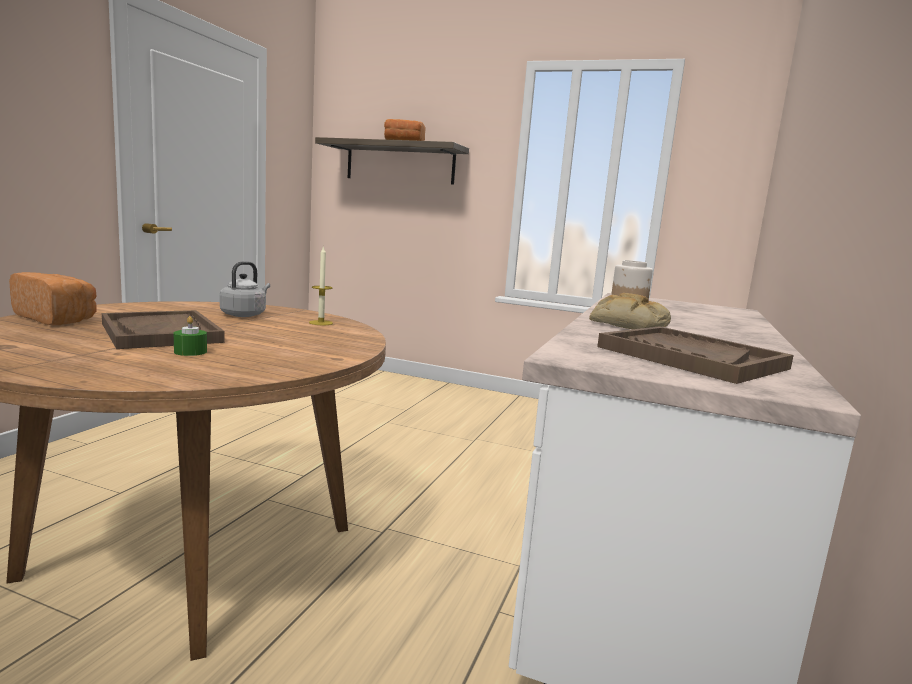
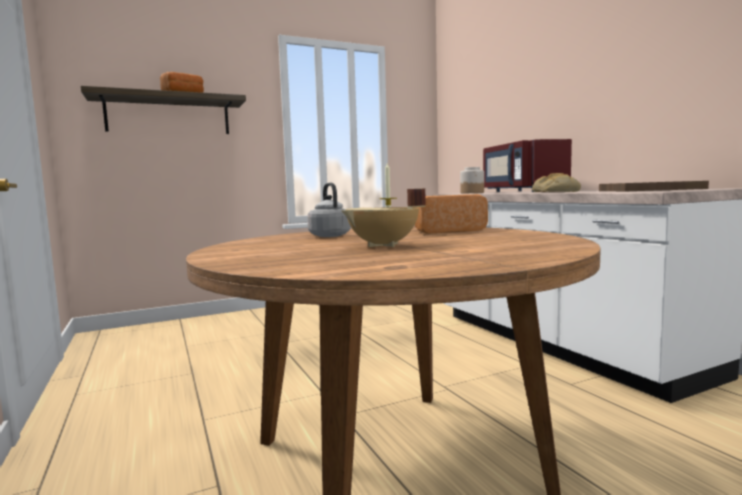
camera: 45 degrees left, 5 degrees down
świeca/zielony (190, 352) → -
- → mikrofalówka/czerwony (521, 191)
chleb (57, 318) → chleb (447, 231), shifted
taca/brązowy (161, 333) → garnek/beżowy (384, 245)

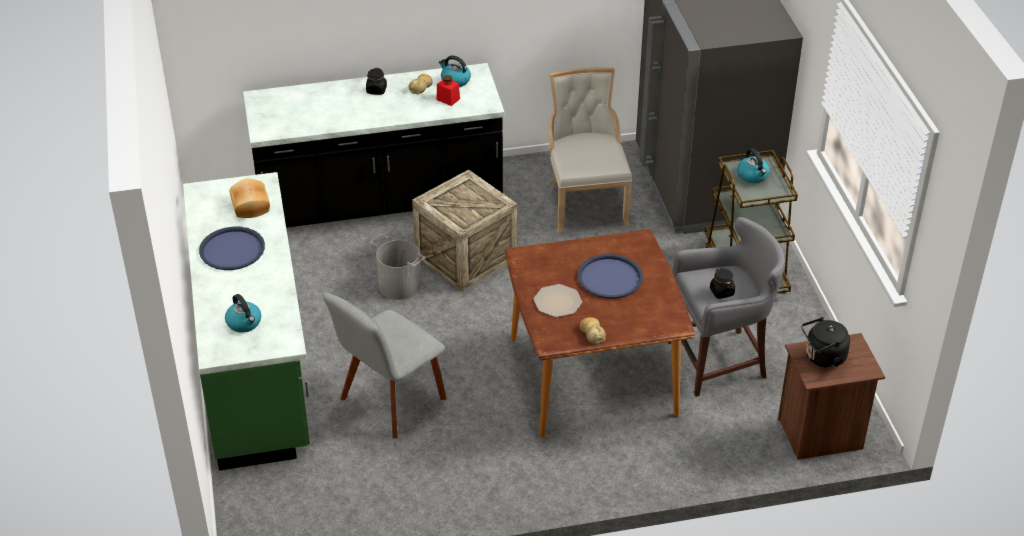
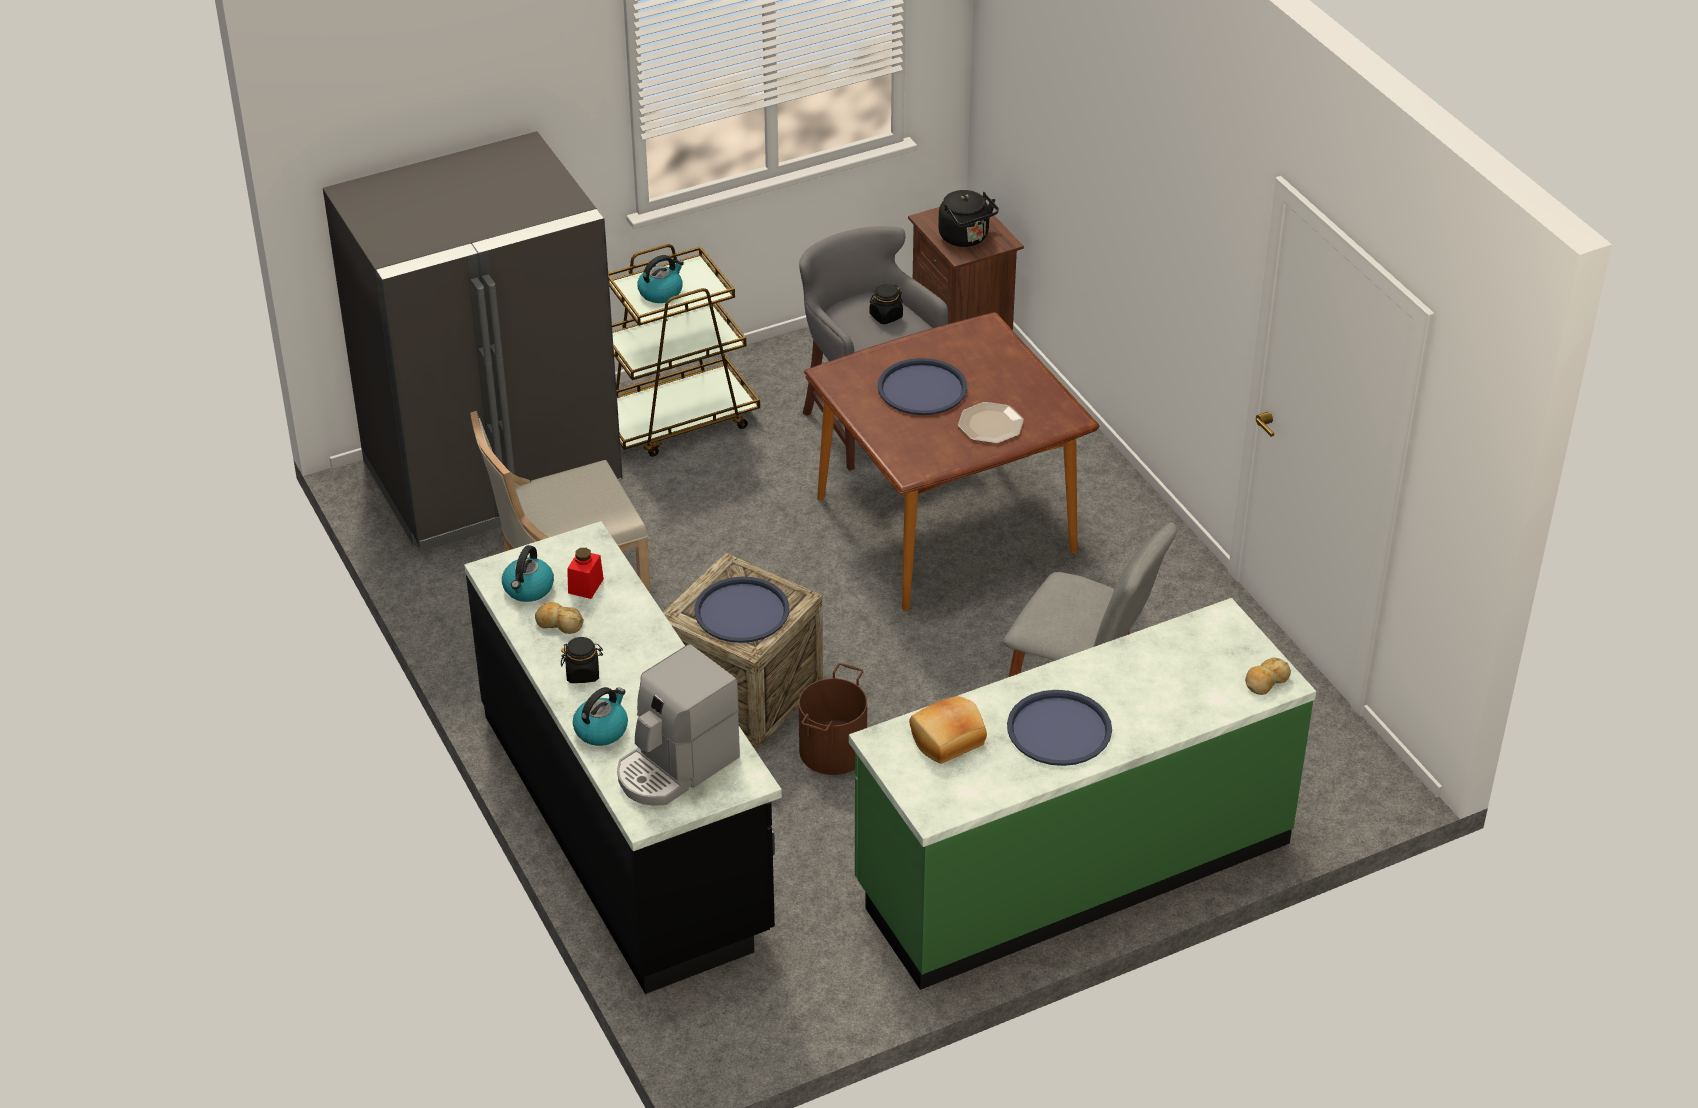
camera: 105 degrees left, 0 degrees up
- → ekspres do kawy (675, 767)
- → taca/niebieski (742, 611)
czajnik (244, 323) → czajnik (601, 729), shifted
chleb (592, 333) → chleb (1266, 681), shifted
wiadro/szary (400, 285) → wiadro/brązowy (832, 750)

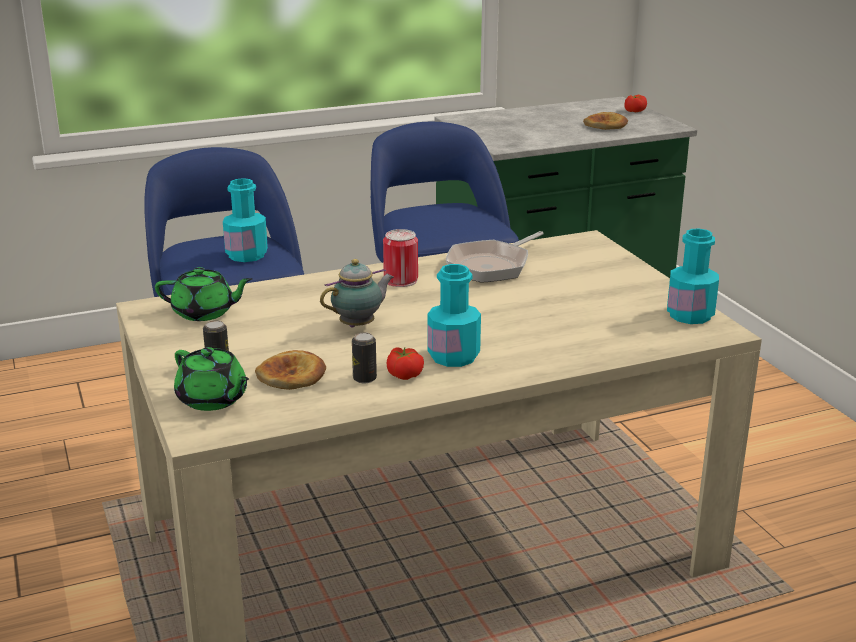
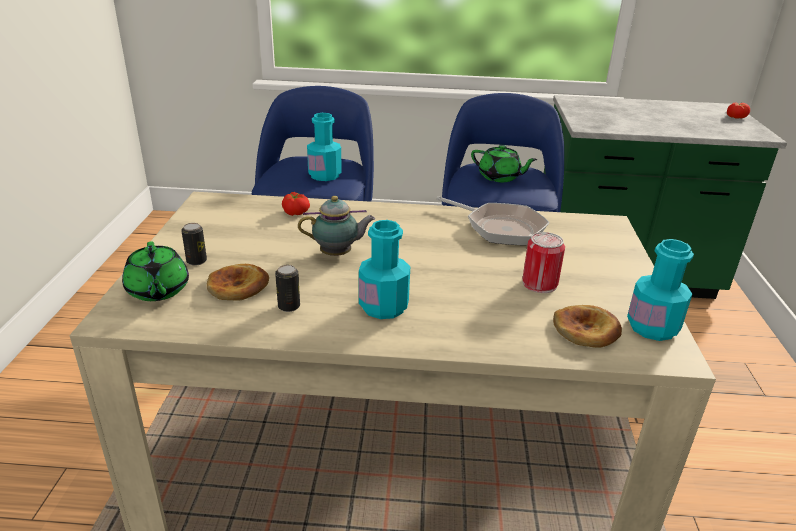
camera: 25 degrees right, 5 degrees up
imbryk/zielony (204, 313) → imbryk/zielony (500, 177), shifted
puszka (400, 280) → puszka (539, 284), shifted
pomidor (405, 374) → pomidor (296, 212), shifted
chleb (606, 125) → chleb (586, 330), shifted
patelnia (492, 266) → patelnia (500, 228), 120 degrees counterclockwise

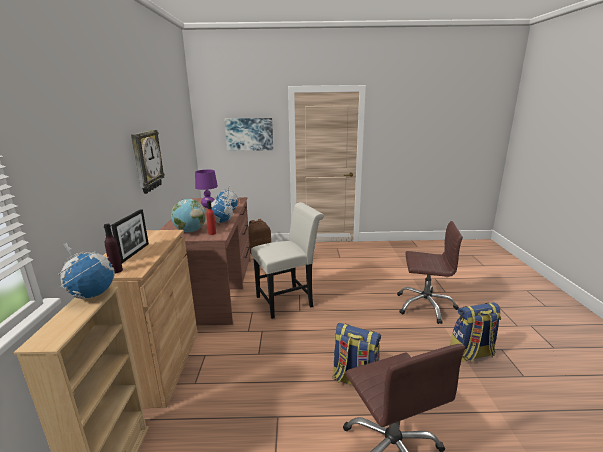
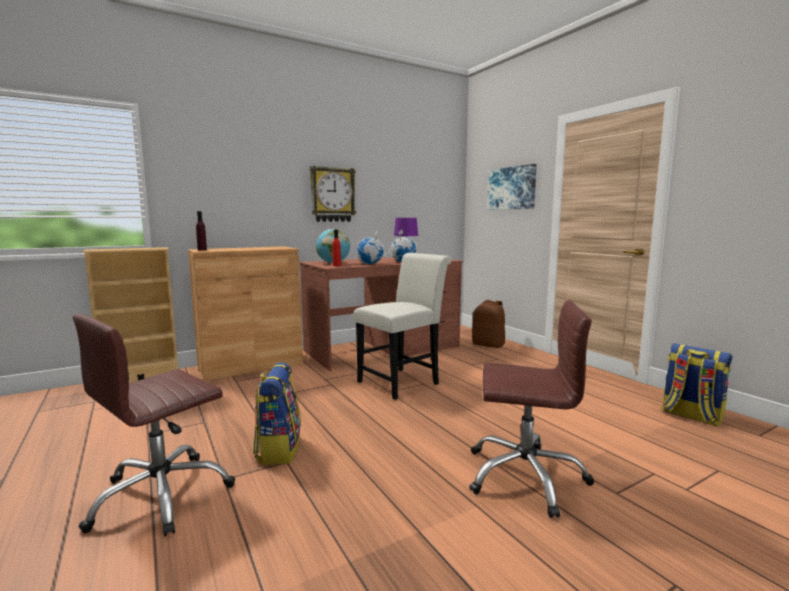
camera: 60 degrees right, 10 degrees down
globus (92, 294) → -
ramka na zdjęcie (134, 253) → -
plecak (471, 354) → plecak (691, 416), shifted
krzesło/biały (288, 300) → krzesło/biały (402, 381), 75 degrees counterclockwise
krzesło biurowe/brązowy (425, 306) → krzesło biurowe/brązowy (525, 476), 60 degrees counterclockwise

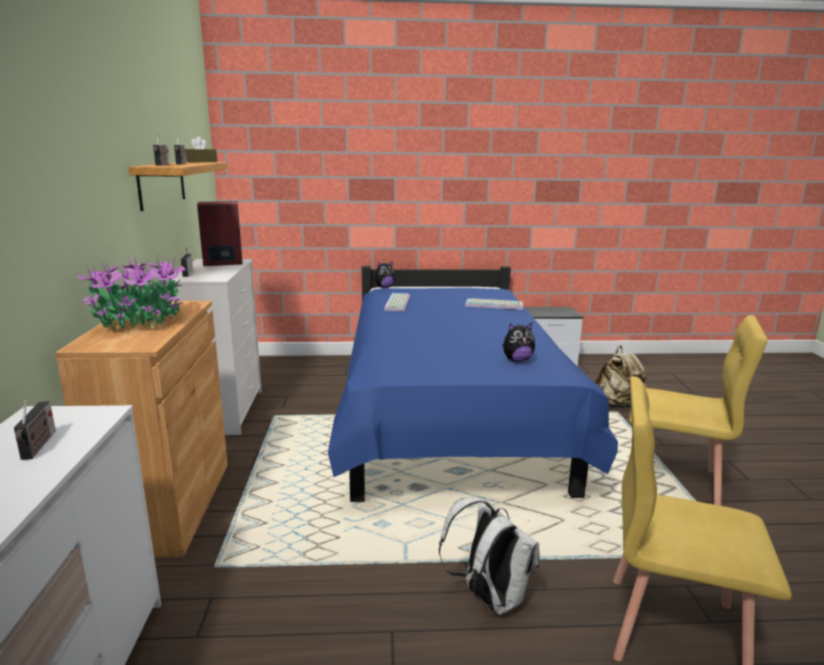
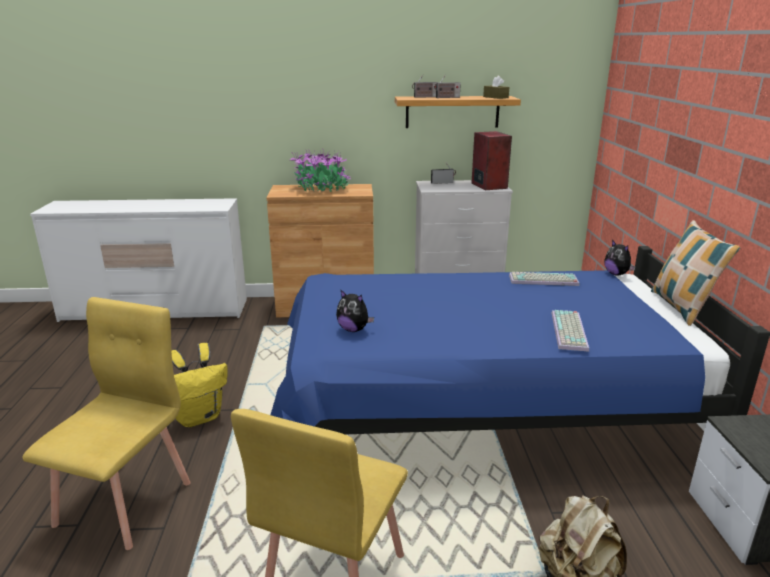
camera: 90 degrees right, 5 degrees up
radio (38, 446) → -
- → poduszka (682, 308)
plecak/biały (488, 597) → plecak/żółty (199, 417)
pluszak (517, 360) → pluszak (353, 329), 45 degrees counterclockwise

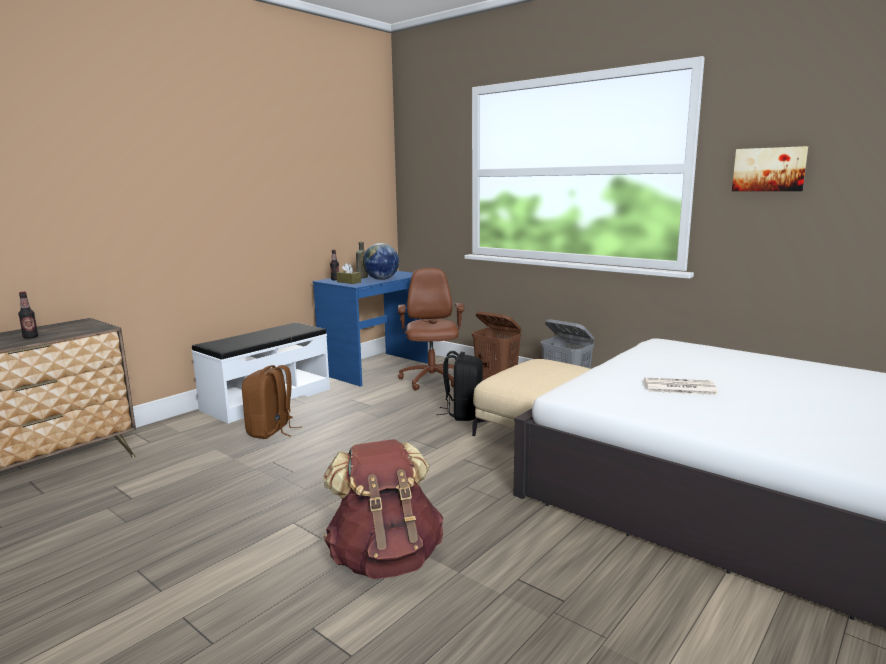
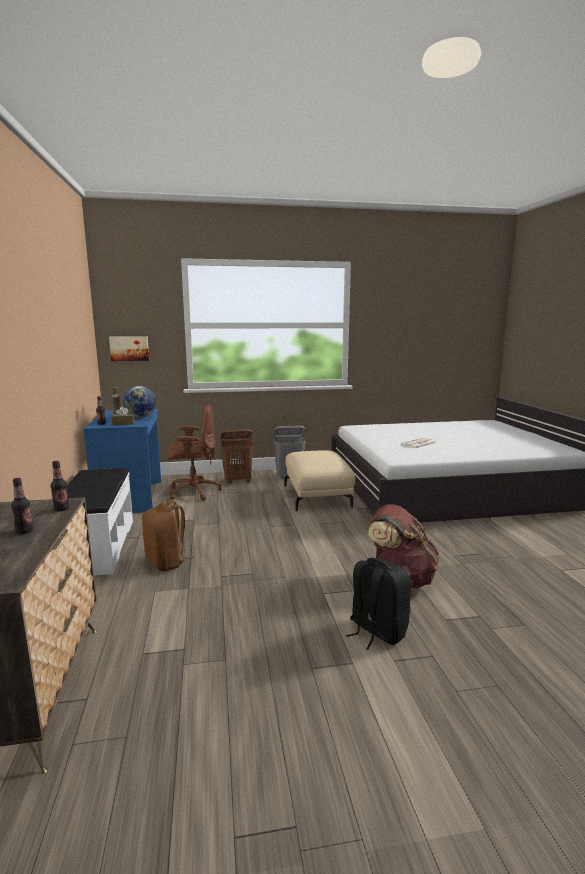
camera: 50 degrees left, 0 degrees up
- → butelka (61, 509)
plecak/czarny (463, 414) → plecak/czarny (376, 631), shifted
obraz (769, 169) → obraz (129, 348), shifted
krzesło biurowe/brązowy (431, 380) → krzesło biurowe/brązowy (193, 492), 135 degrees clockwise

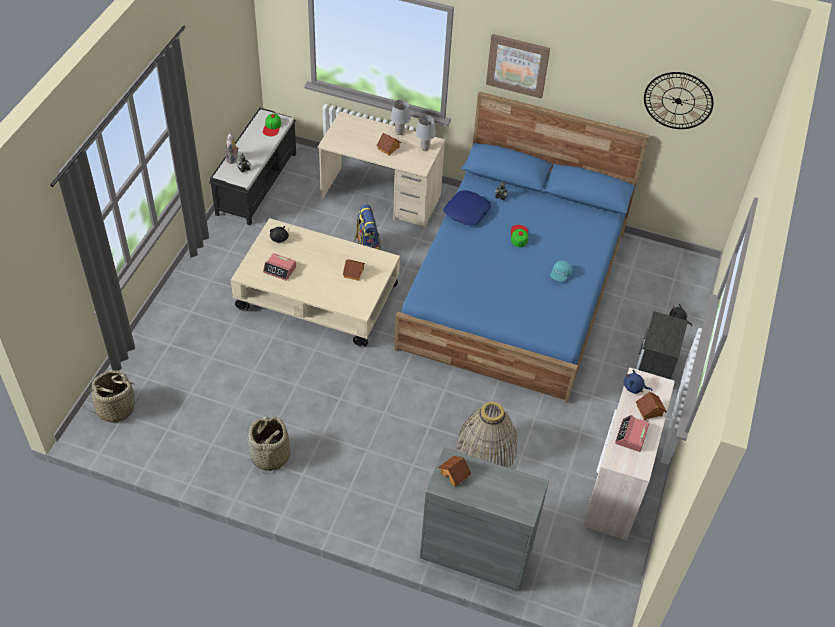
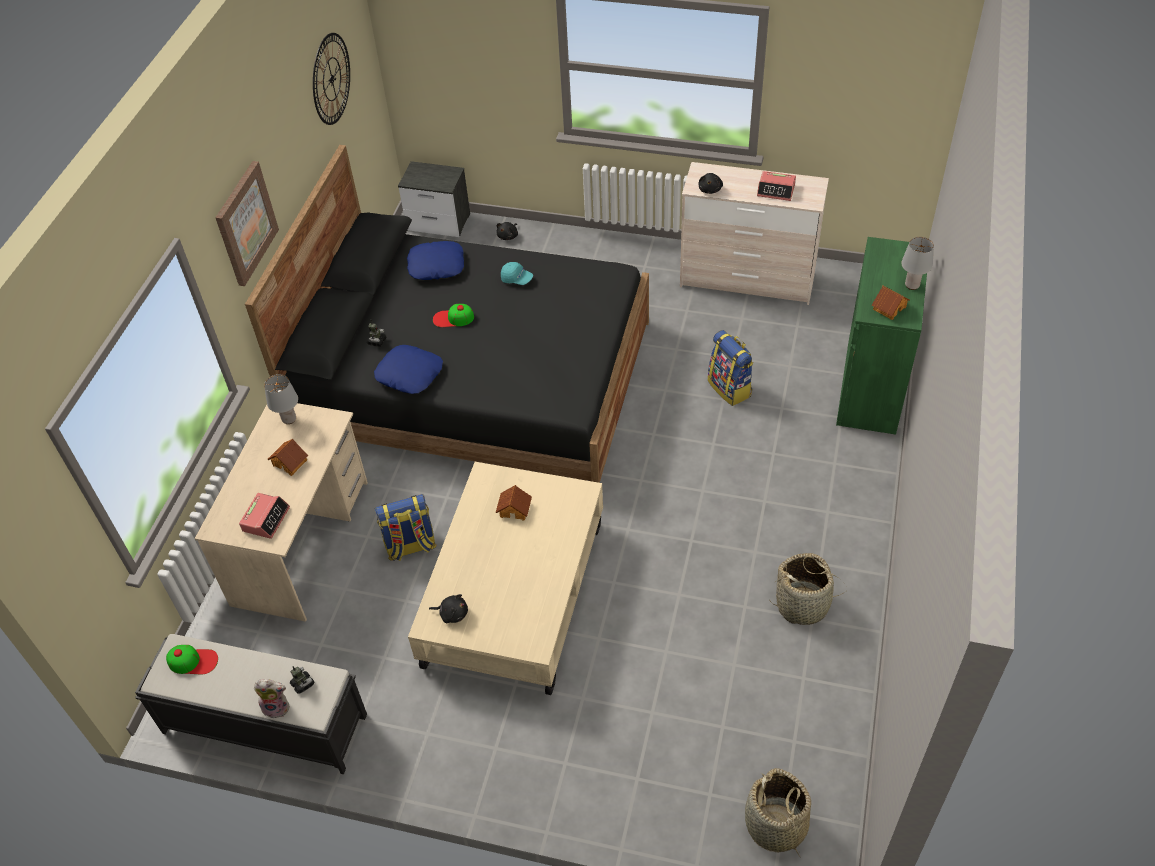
camera: 90 degrees left, 0 degrees up
domek (649, 411) → -
- → poduszka/niebieski (436, 265)
budzik (280, 269) → budzik (266, 519), shifted
lampa stołowa/szary (399, 132) → lampa stołowa/szary (911, 285), shifted
szafka nocna (654, 367) → szafka nocna (439, 222), shifted
koszyk (486, 448) → plecak (730, 388)
łóżko/niebieski (515, 289) → łóżko/czarny (475, 378)
szafka/szary (476, 553) → szafka/zielony (871, 387)
pluszak/niebieski (634, 388) → pluszak/czarny (710, 189)

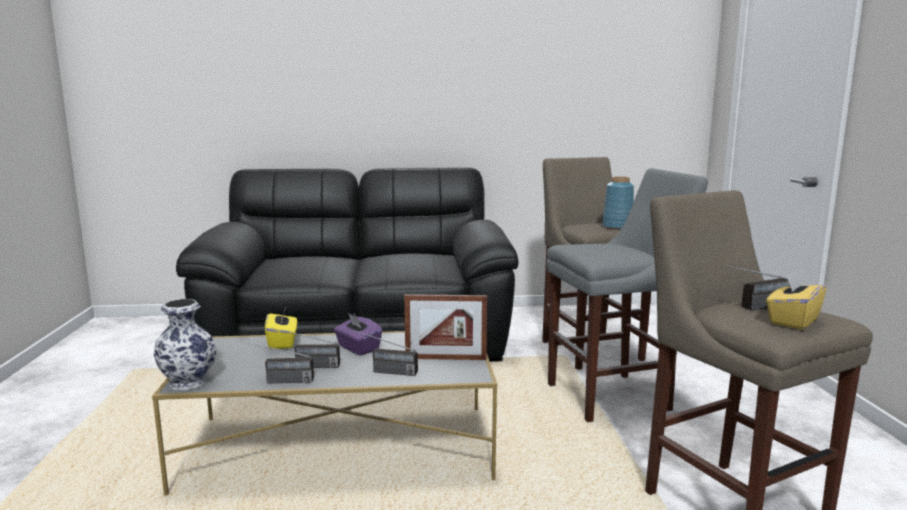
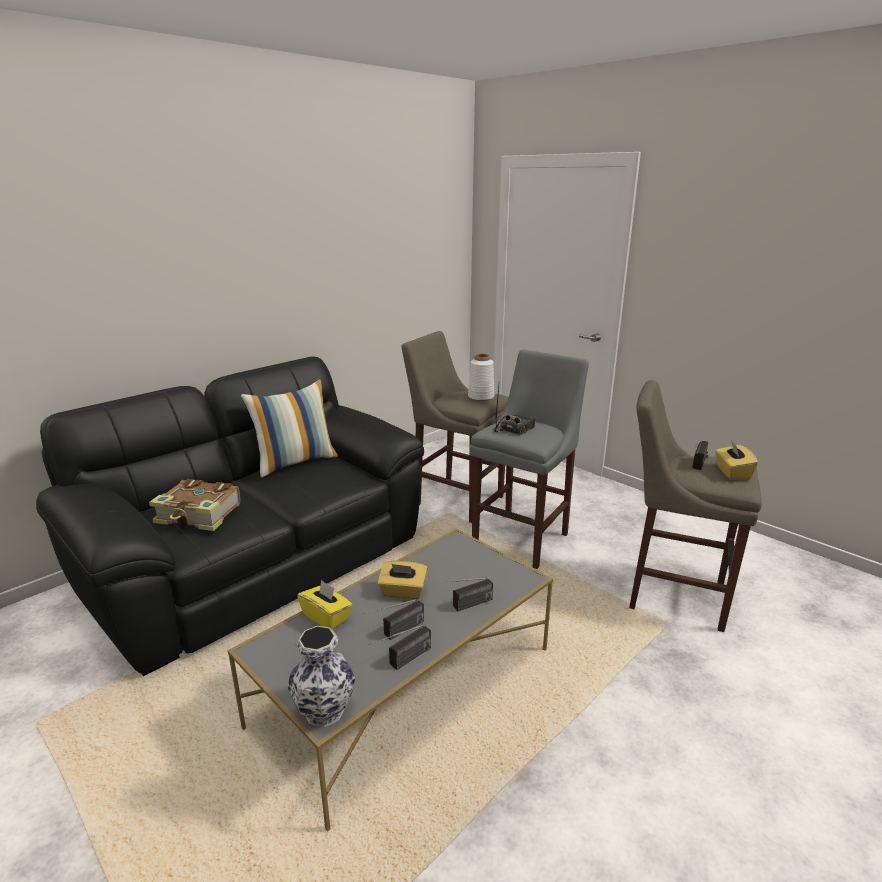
camera: 40 degrees left, 10 degrees up
ramka na zdjęcie (445, 358) → -
- → książka (199, 515)
- → poduszka (295, 462)
- → radio (514, 429)
pudełko chusteczek/fioletowy (358, 348) → pudełko chusteczek/żółty (403, 592)
wazon/niebieski (617, 227) → wazon/biały (480, 397)

